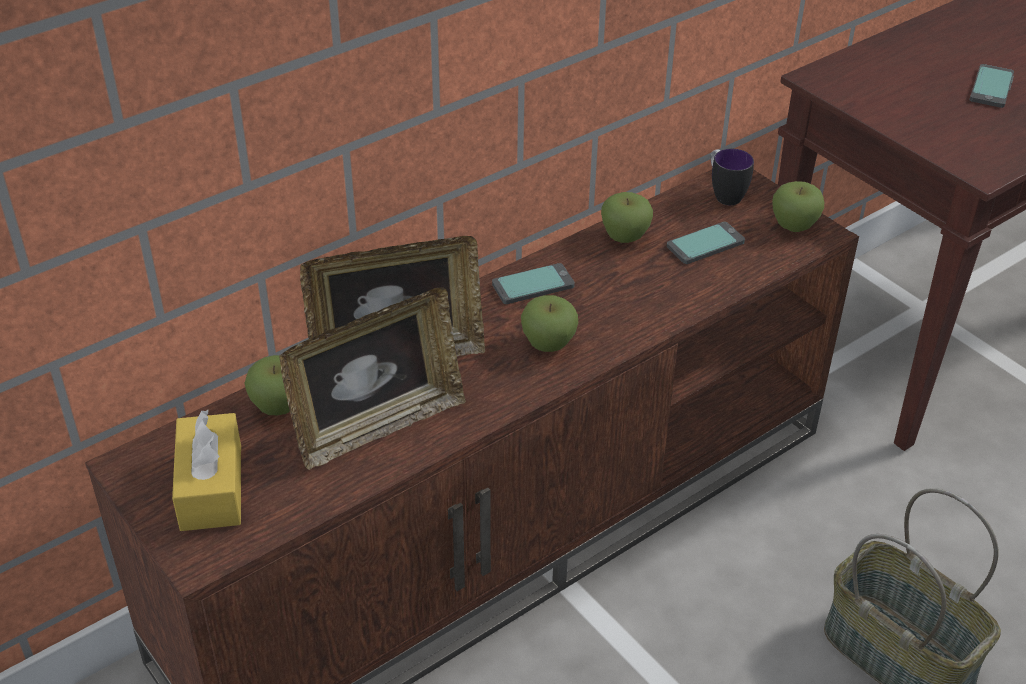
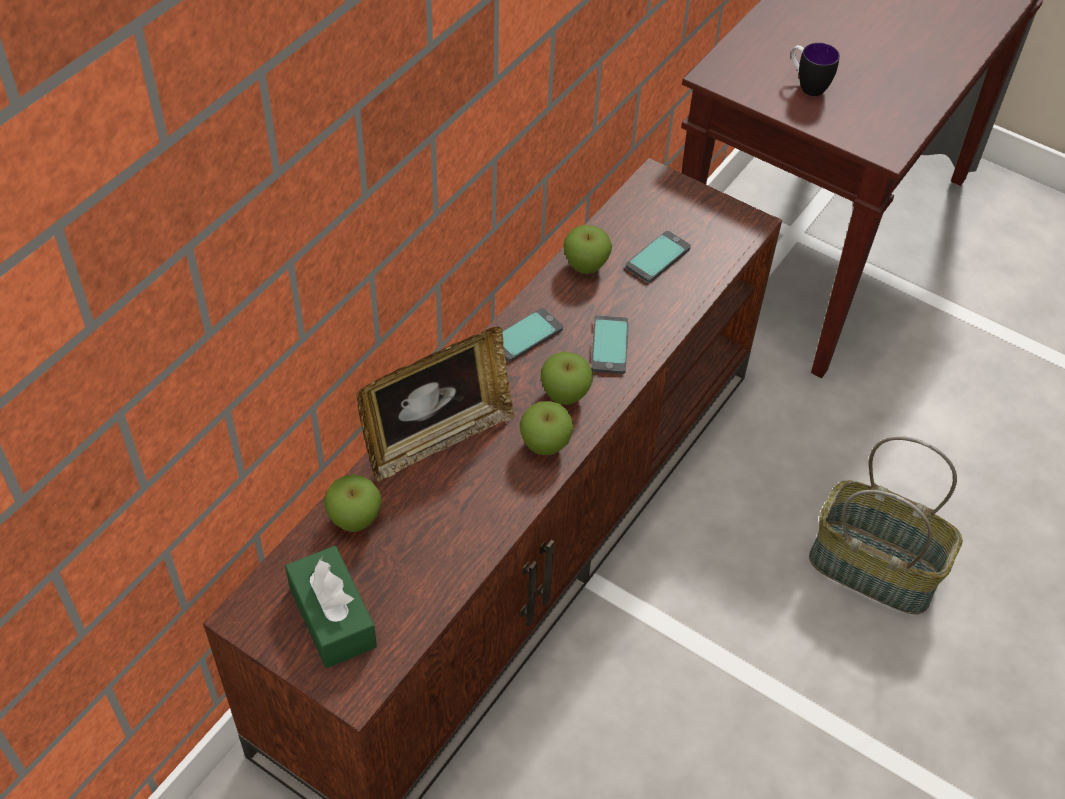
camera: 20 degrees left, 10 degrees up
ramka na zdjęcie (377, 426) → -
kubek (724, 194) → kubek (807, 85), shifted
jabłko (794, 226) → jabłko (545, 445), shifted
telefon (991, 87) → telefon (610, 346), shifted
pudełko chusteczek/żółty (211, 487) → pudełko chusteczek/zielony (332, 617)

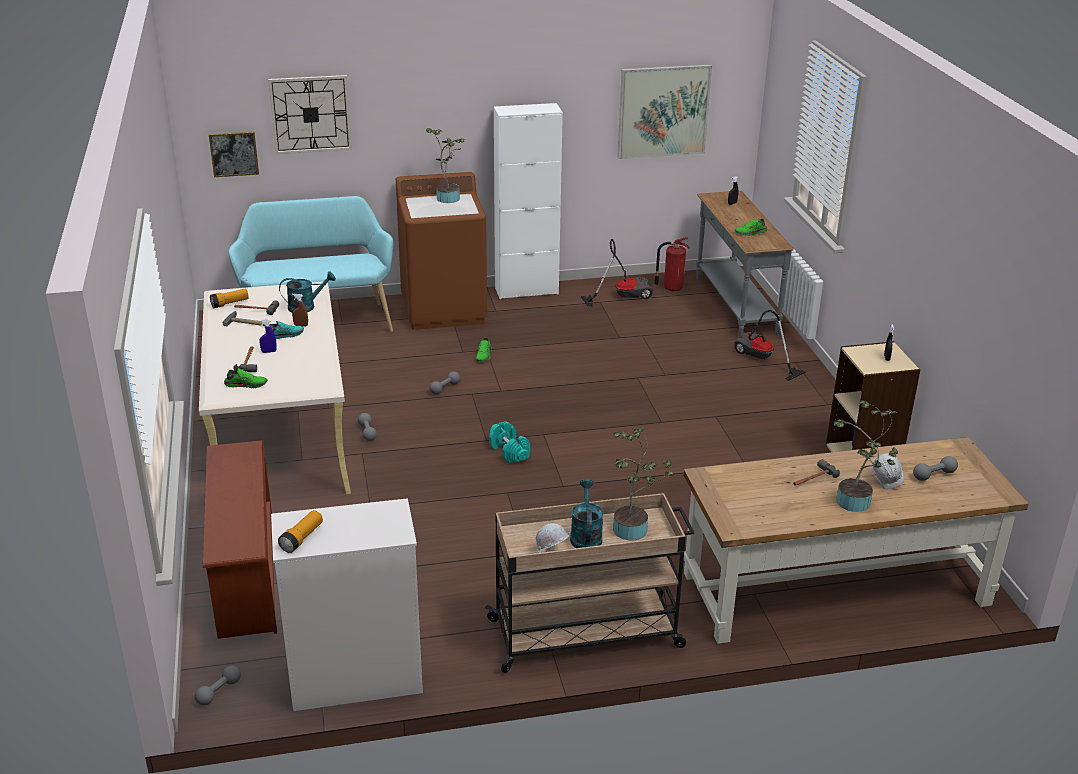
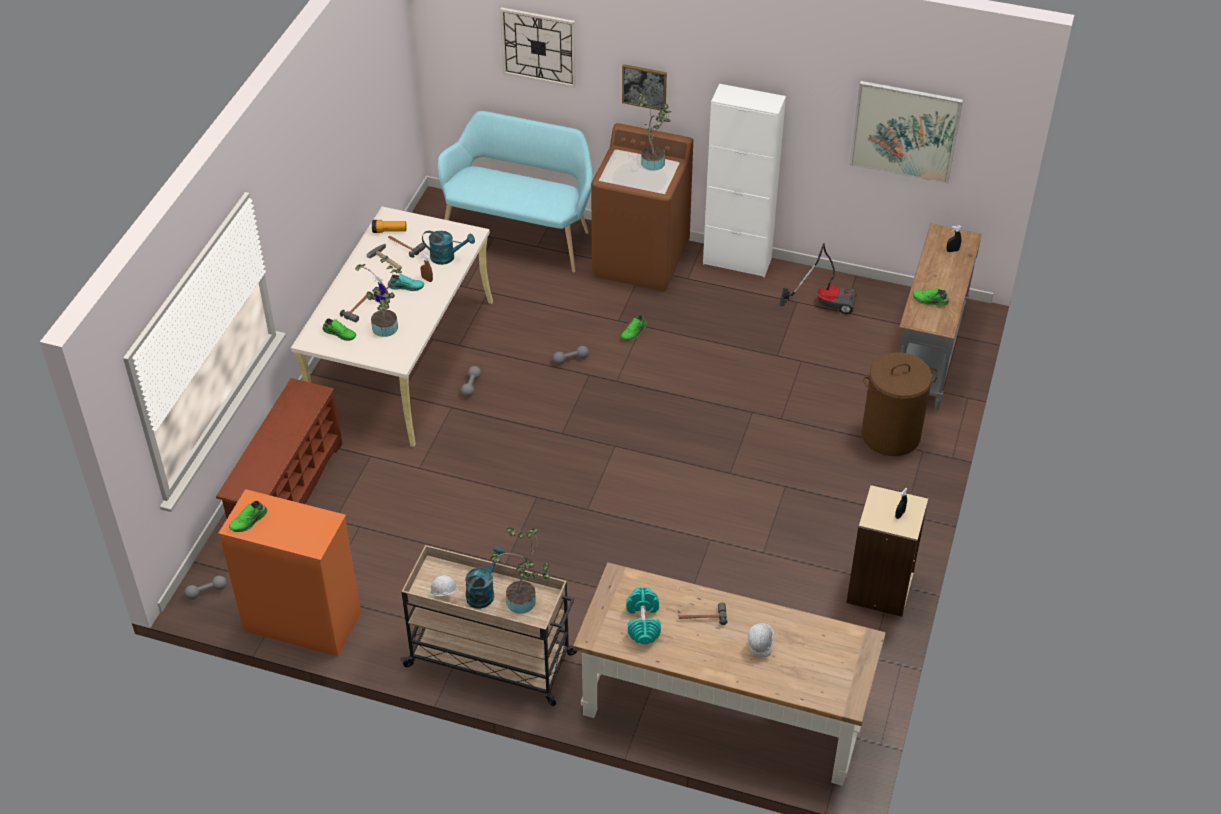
camera: 30 degrees right, 15 degrees up
gaśnica (671, 288) → -
hantel/szary (934, 475) → -
obraz (234, 153) → obraz (644, 86), shifted
hantel/turkusowy (509, 451) → hantel/turkusowy (643, 622), shifted
roślina doniczkowa (857, 503) → roślina doniczkowa (385, 330), shifted
latarka (302, 538) → but/zielony (249, 521)
odkurzacz (761, 359) → kosz na pranie/brązowy (890, 435)
komoda/biały (354, 677) → komoda/pomarańczowy (301, 621)

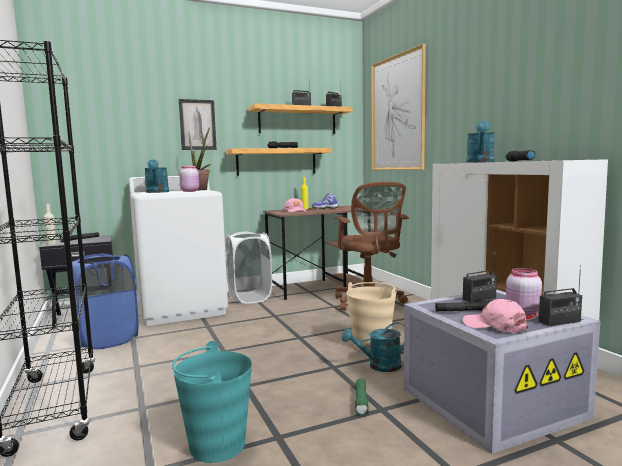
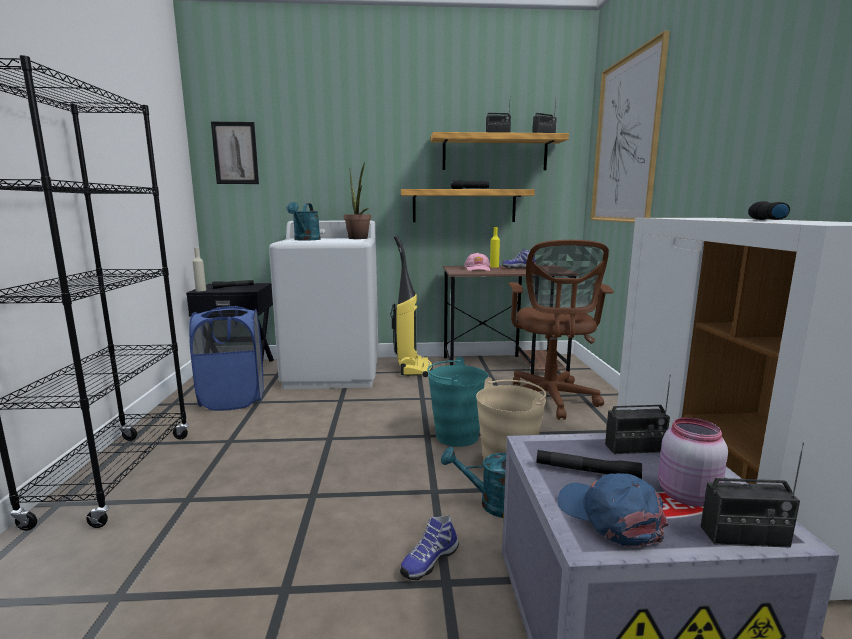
camera: 20 degrees right, 5 degrees up
słoik/różowy (190, 191) → -
konewka/turkusowy (480, 162) → -
wiadro/turkusowy (216, 445) → wiadro/turkusowy (456, 436), shifted
obraz (197, 125) → obraz (235, 153), shifted
kosz na pranie/biały (249, 297) → odkurzacz (413, 368)
latarka/zielony (361, 402) → but (428, 560)
czapka z daszkiem/różowy (495, 325) → czapka z daszkiem/niebieski (610, 516)

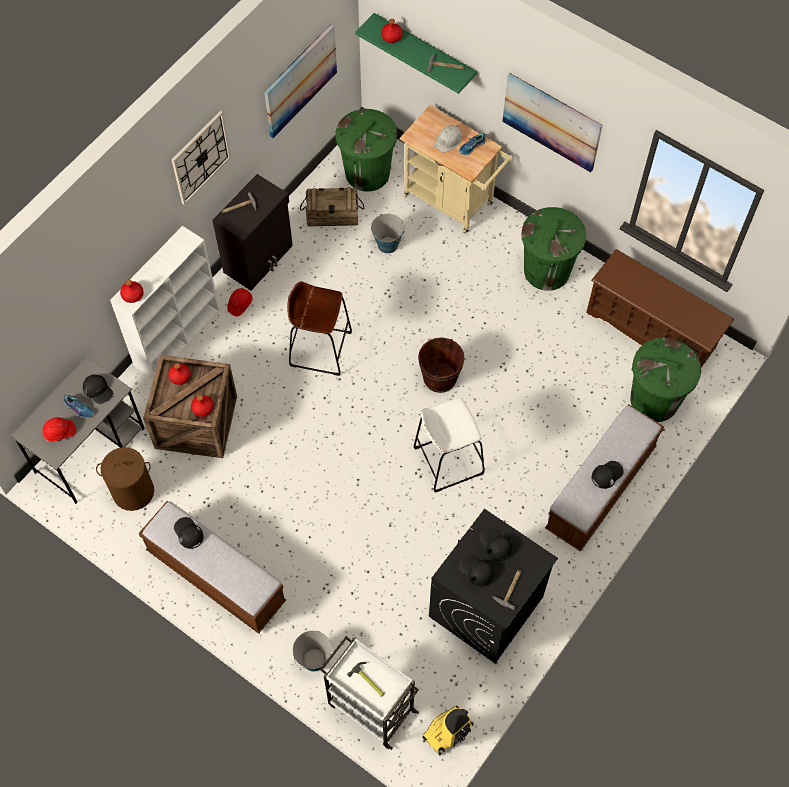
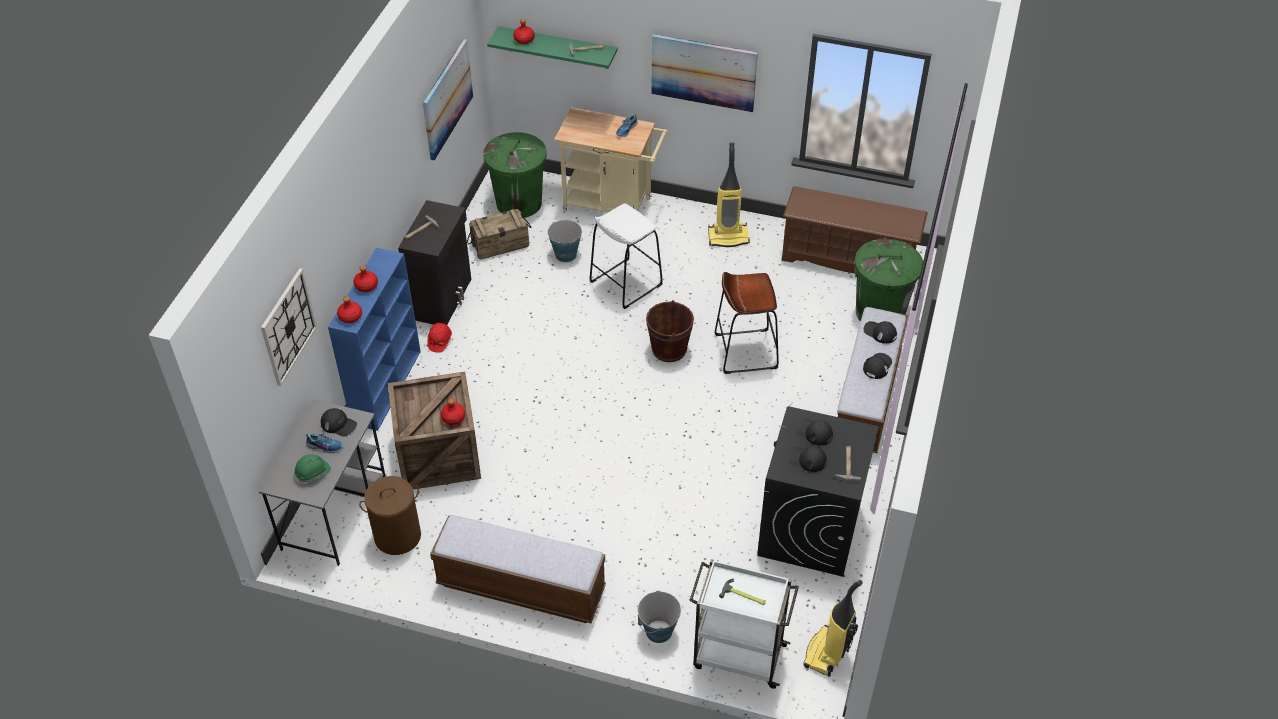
camera: 20 degrees left, 15 degrees down
kask/biały (448, 140) → -
butelka/czerwony (180, 376) → butelka/czerwony (366, 285), shifted
zegar ścienny (200, 157) → zegar ścienny (288, 326), shifted
czapka z daszkiem/czarny (188, 533) → czapka z daszkiem/czarny (880, 332), shifted
stołek/brązowy (320, 348) → stołek/brązowy (745, 351), shifted
stołek/biały (448, 460) → stołek/biały (625, 283), shifted
kosz na śmieci/zielony (547, 270) → odkurzacz (728, 237)
kask/czerwony (60, 432) → kask/zielony (313, 473)
regał/biały (178, 337) → regał/niebieski (386, 386)

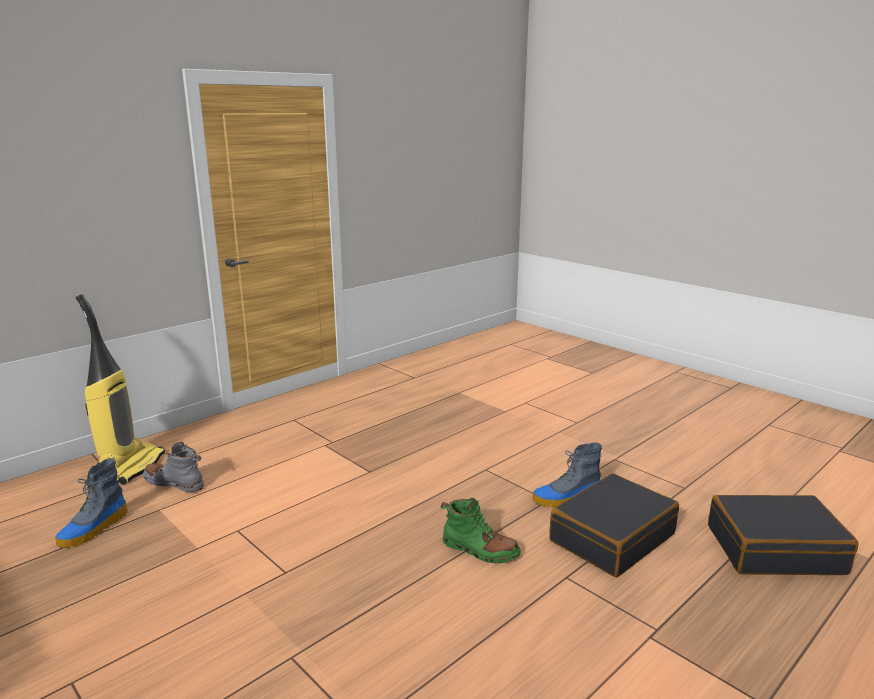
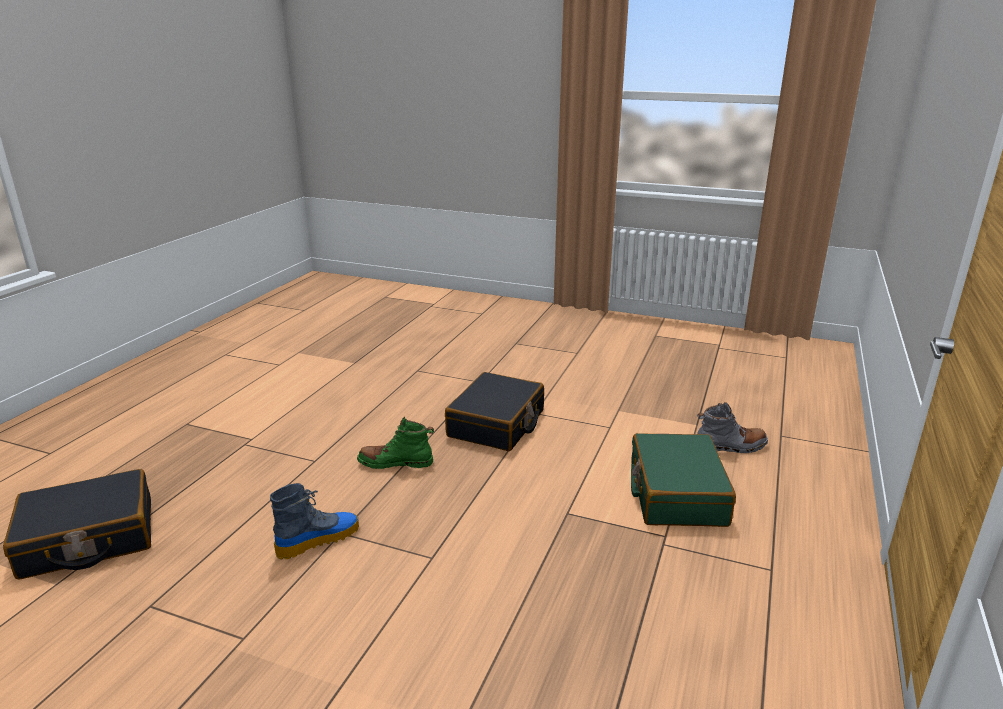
camera: 155 degrees right, 5 degrees up
but z cholewką (94, 529) → -
odkurzacz (130, 466) → -
- → walizka/zielony (676, 493)
walizka/czarny (611, 537) → walizka/czarny (497, 424), shifted

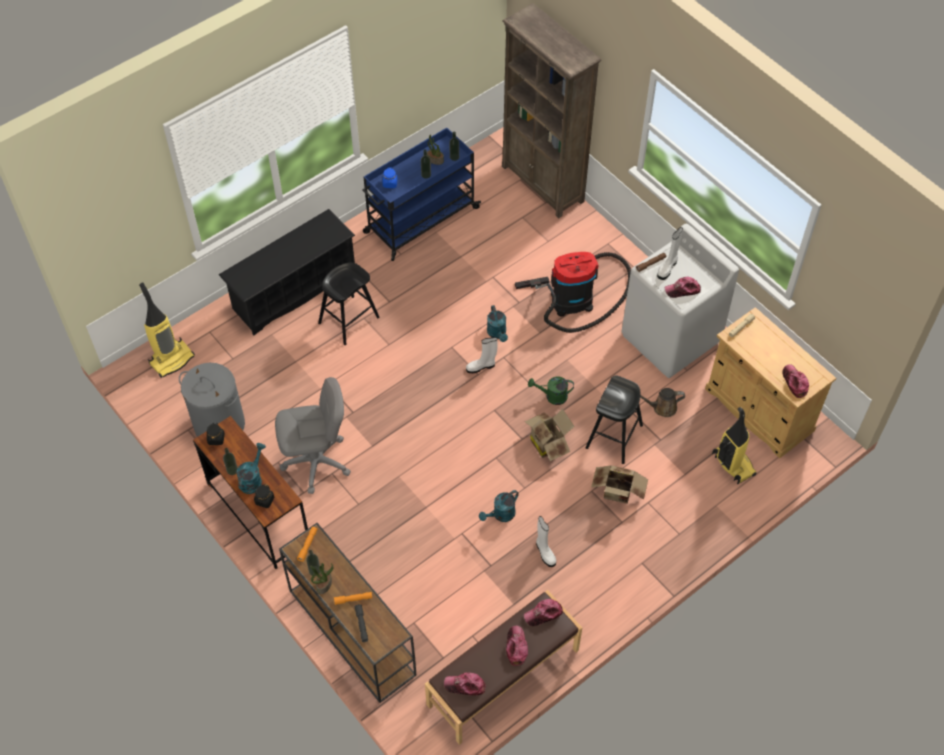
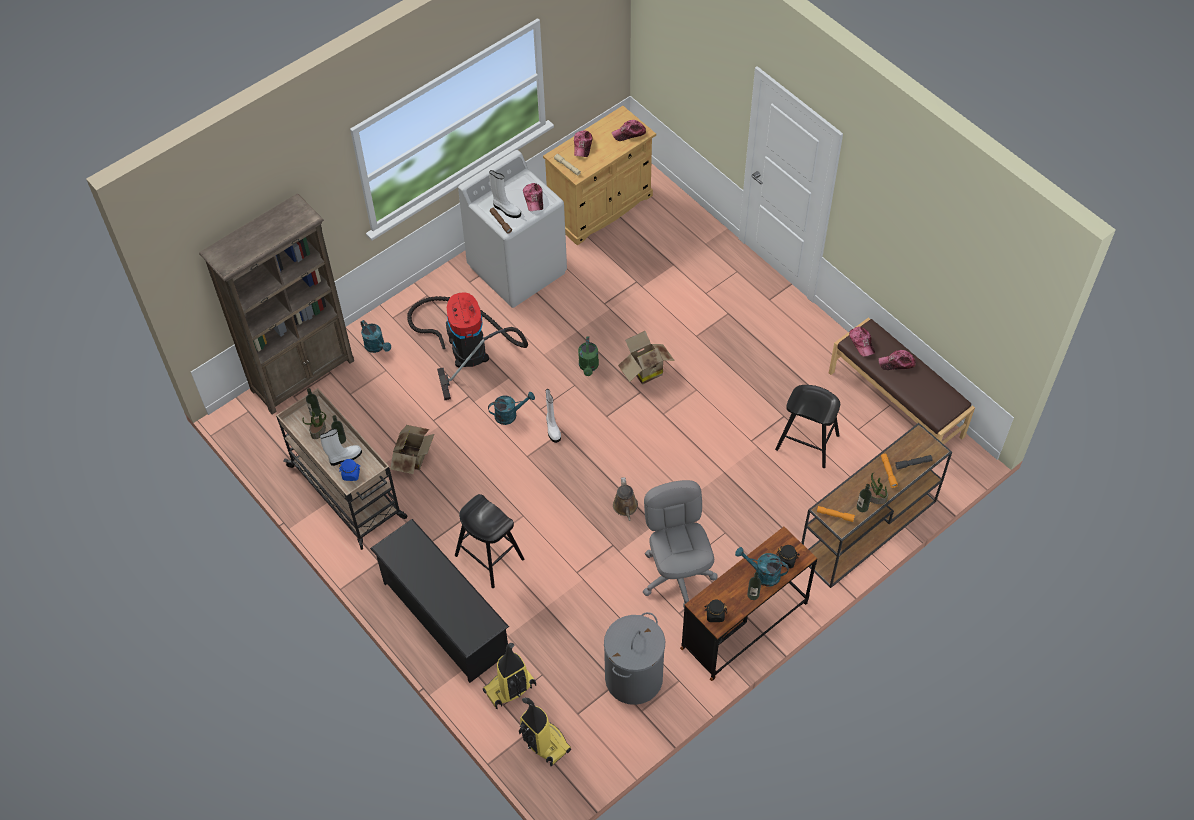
camera: 90 degrees left, 0 degrees up
czapka z daszkiem (465, 686) → czapka z daszkiem (582, 146), shifted
konewka/turkusowy (501, 515) → konewka/turkusowy (377, 347), shifted
but z cholewką/biały (545, 552) → but z cholewką/biały (344, 457), shifted
stołek/czarny (614, 436) → stołek/czarny (807, 442), shifted
karton (618, 494) → karton (414, 458), shifted
konewka/brązowy (662, 407) → konewka/brązowy (625, 507), shifted
odkurzacz (732, 464) → odkurzacz (510, 689), shifted
wózek/niebieski (420, 221) → wózek/beżowy (347, 493)

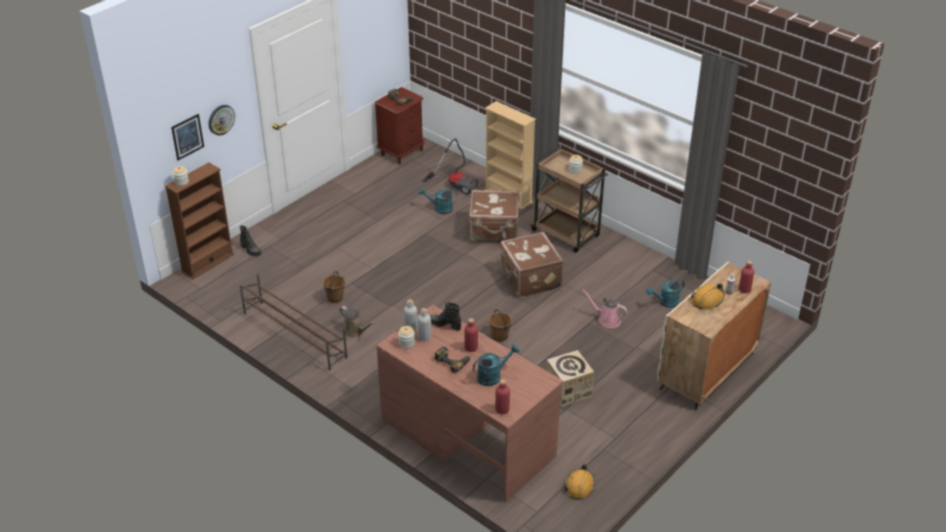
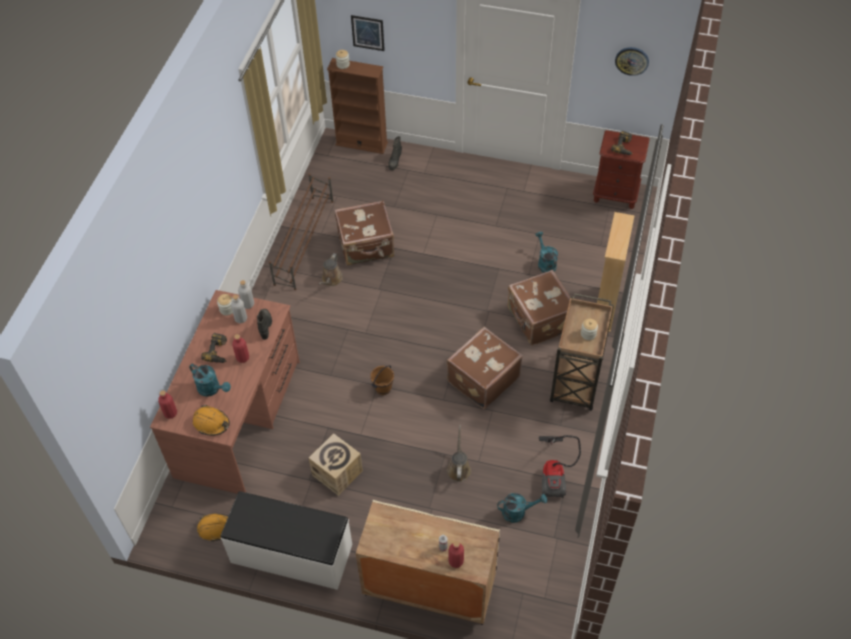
camera: 65 degrees right, 15 degrees up
- → ławka/biały (291, 554)
zegar ścienny (221, 119) → zegar ścienny (632, 60), shifted
odkurzacz (456, 184) → odkurzacz (555, 473), shifted
kask/pomarańczowy (707, 300) → kask/pomarańczowy (211, 423), shifted
wiadro/brązowy (335, 298) → walizka/brązowy (366, 246)
konewka/różowy (607, 320) → konewka/brązowy (458, 468)
konewka/turkusowy (665, 303) → konewka/turkusowy (518, 512), 135 degrees clockwise

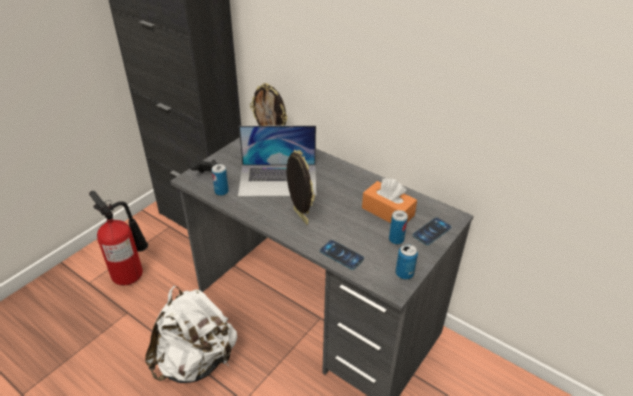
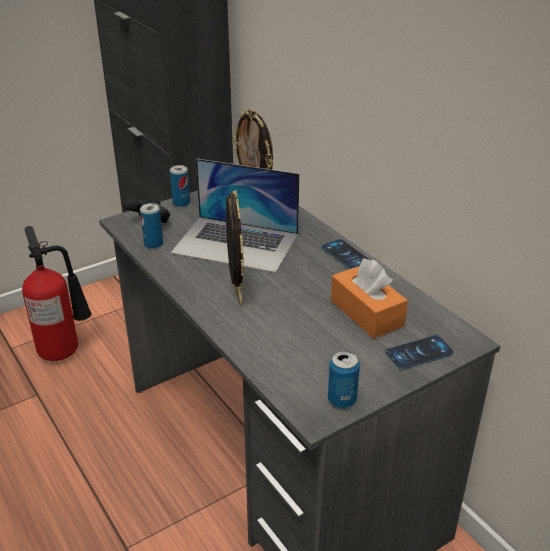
camera: 20 degrees right, 5 degrees down
plecak/biały (196, 361) → -
telefon (341, 255) → telefon (346, 255), shifted
puszka (396, 239) → puszka (181, 203), shifted

